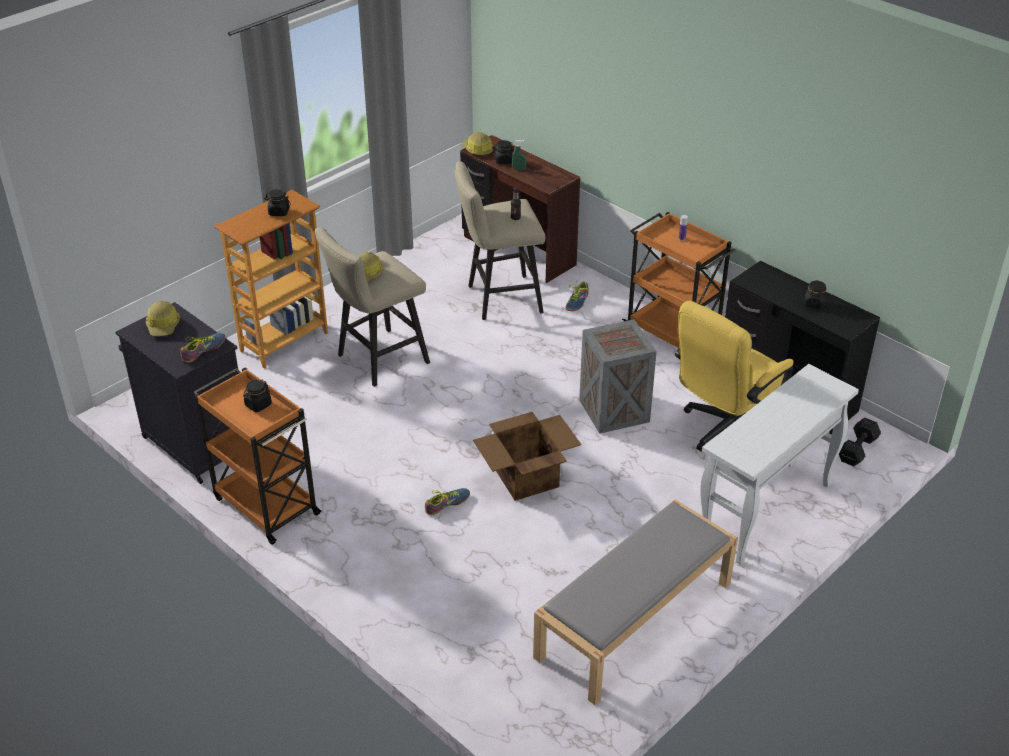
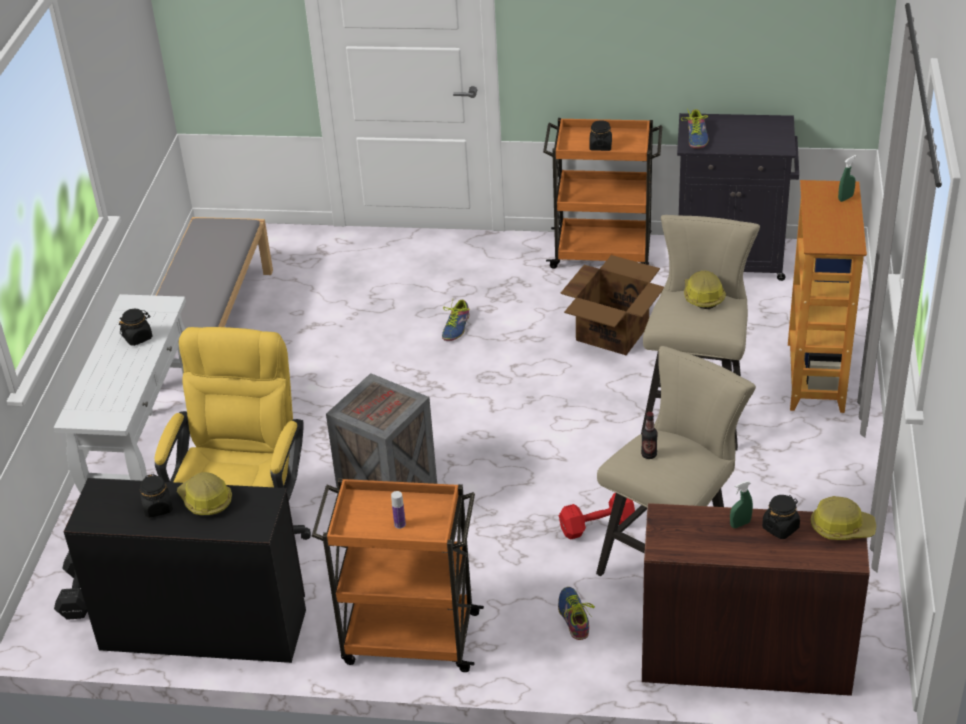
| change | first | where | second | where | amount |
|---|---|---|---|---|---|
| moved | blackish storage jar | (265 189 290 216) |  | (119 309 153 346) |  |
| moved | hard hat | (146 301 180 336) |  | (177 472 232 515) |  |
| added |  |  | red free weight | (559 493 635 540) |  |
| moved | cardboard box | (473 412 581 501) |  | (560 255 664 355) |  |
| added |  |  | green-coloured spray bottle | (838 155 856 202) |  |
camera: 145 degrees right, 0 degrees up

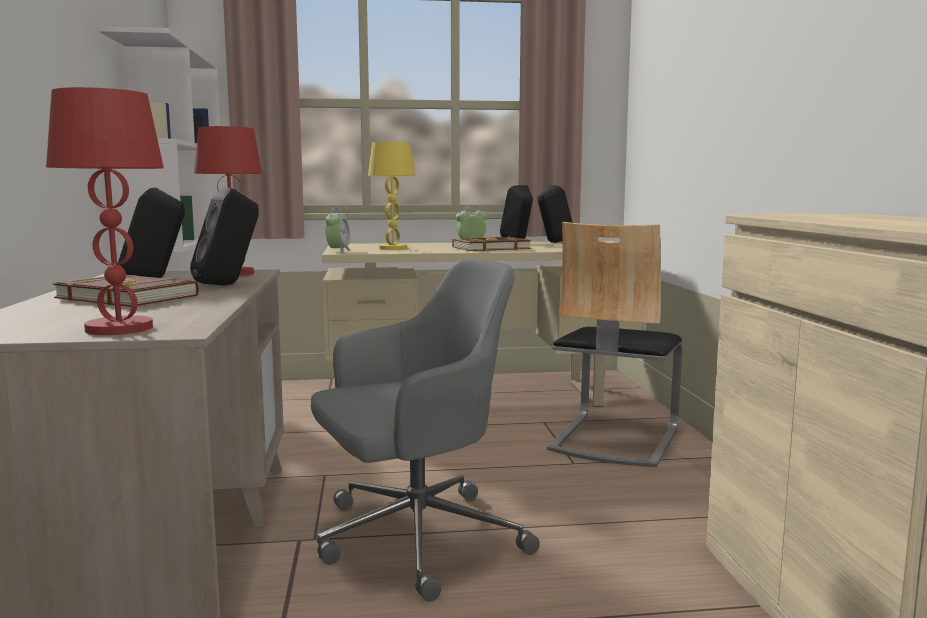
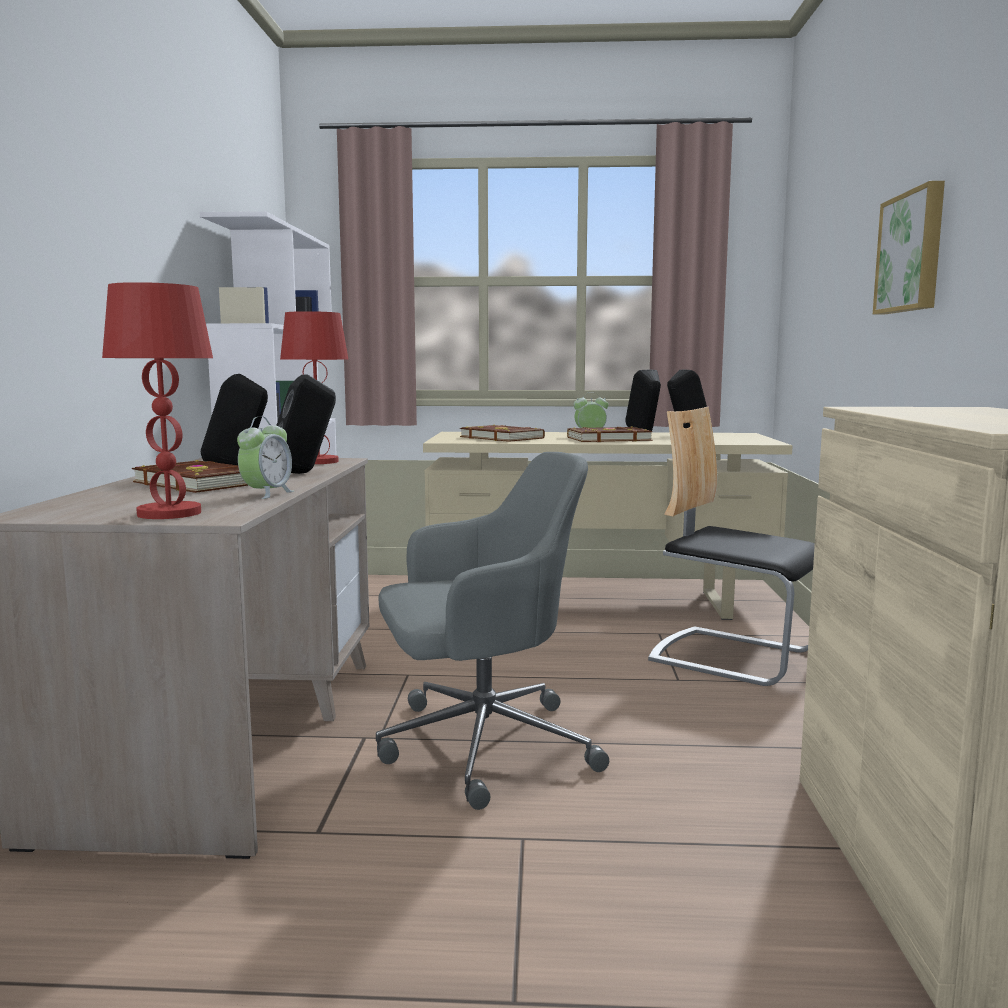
| change | first | where | second | where | amount |
|---|---|---|---|---|---|
| moved | alarm clock | (325 208 351 253) |  | (237 416 294 499) |  |
| replaced | yellow-coloured tabletop lamp | (368 142 415 250) | brownish volume | (460 425 545 442) |  |
| turned | plain chair | (547 222 682 467) |  | (648 407 815 686) | 90 degrees clockwise |
| added |  |  | wall art | (873 181 945 314) |  |
camera: 10 degrees right, 0 degrees up

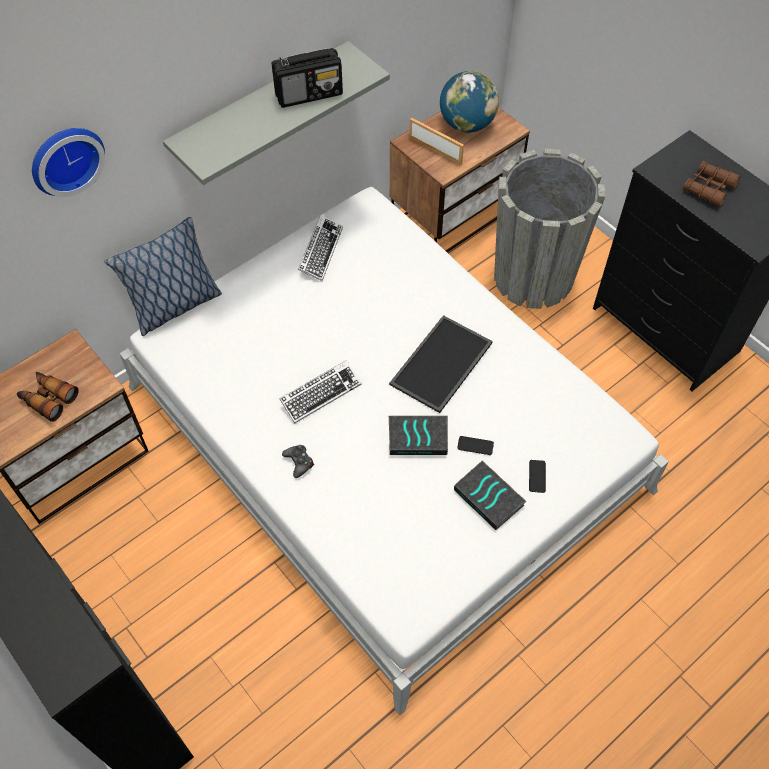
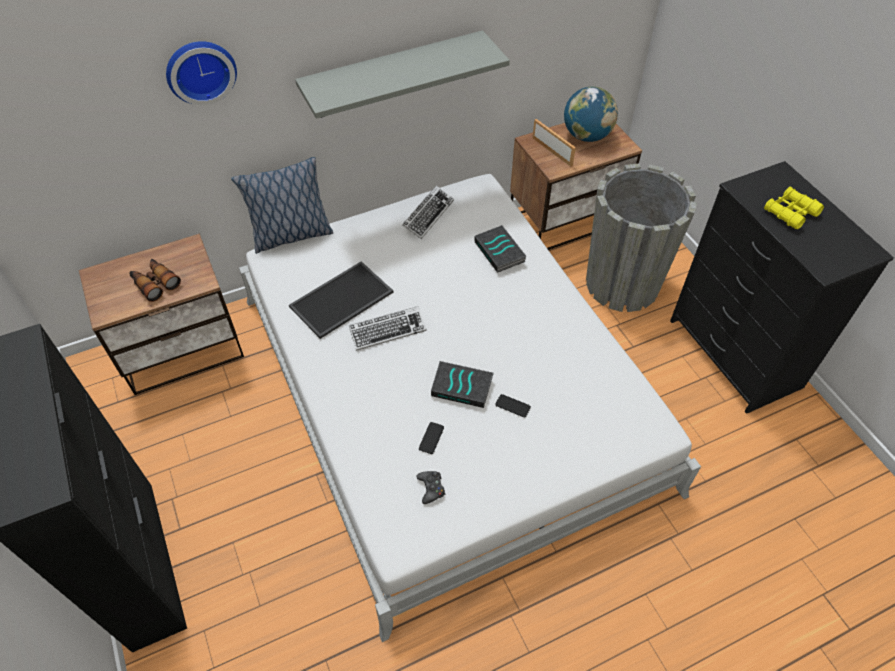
| change | first | where | second | where | amount |
|---|---|---|---|---|---|
| moved | serving tray | (389 315 493 413) |  | (289 261 393 339) |  |
| moved | blackish game controller | (282 445 314 478) |  | (416 471 445 504) |  |
| moved | phone | (529 460 546 493) |  | (419 422 444 454) |  |
| moved | volume | (454 461 527 530) |  | (475 225 526 273) |  |
| recoloured | brownish pair of binoculars | (683 161 741 206) | yellow-coloured pair of binoculars | (764 187 824 229) |  |
| removed | radio | (272 48 343 108) |  |  |  |
camera: 15 degrees right, 5 degrees down

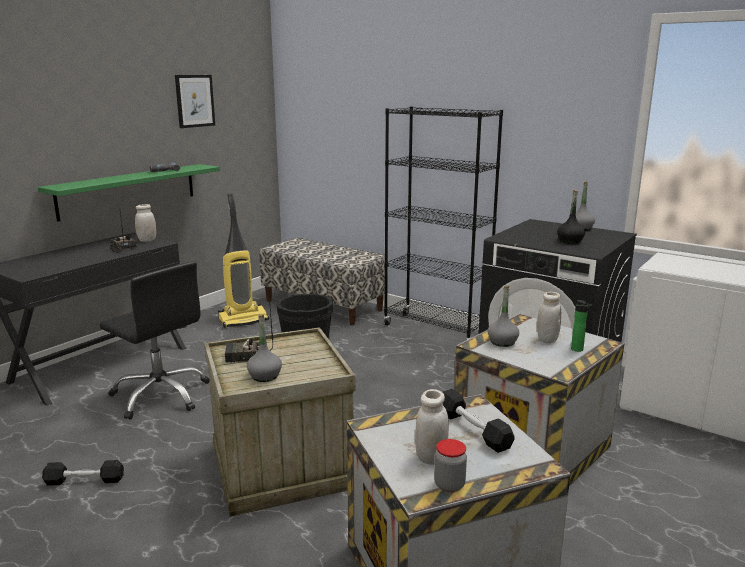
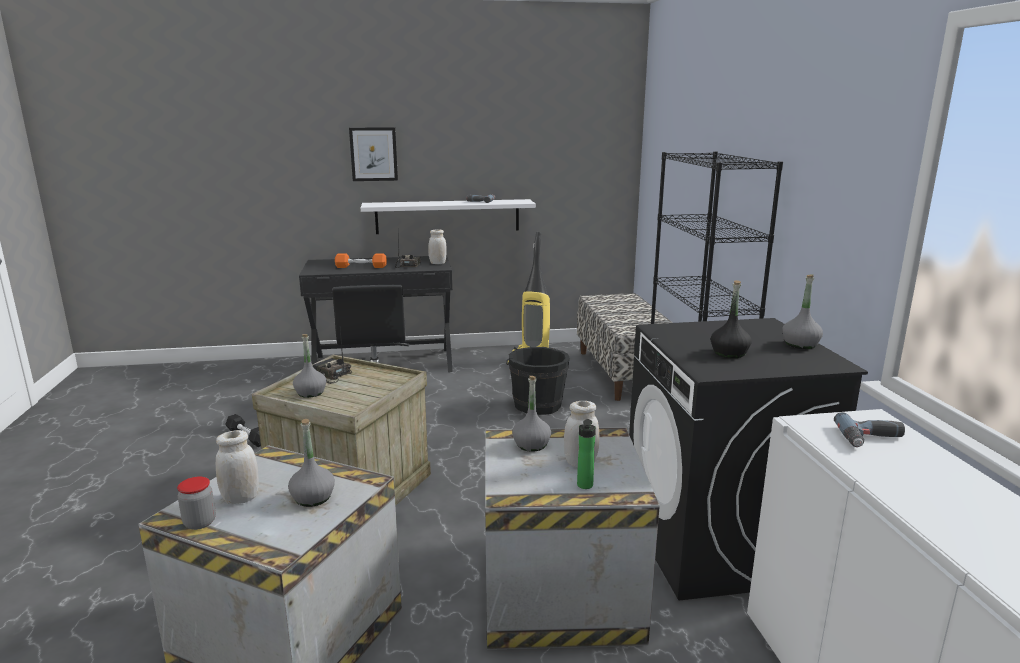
| change | first | where | second | where | amount |
|---|---|---|---|---|---|
| replaced | blackish free weight | (443 389 515 453) | gray bottle | (288 419 335 507) |  |
| added |  |  | orange free weight | (335 253 387 268) |  |
| moved | wall art | (175 75 215 128) |  | (349 127 398 181) |  |
| recoloured | green-coloured shelf | (38 164 220 222) | white shelf | (361 199 536 234) |  |
| added |  |  | electric drill | (834 412 905 447) |  |
camera: 45 degrees right, 0 degrees up

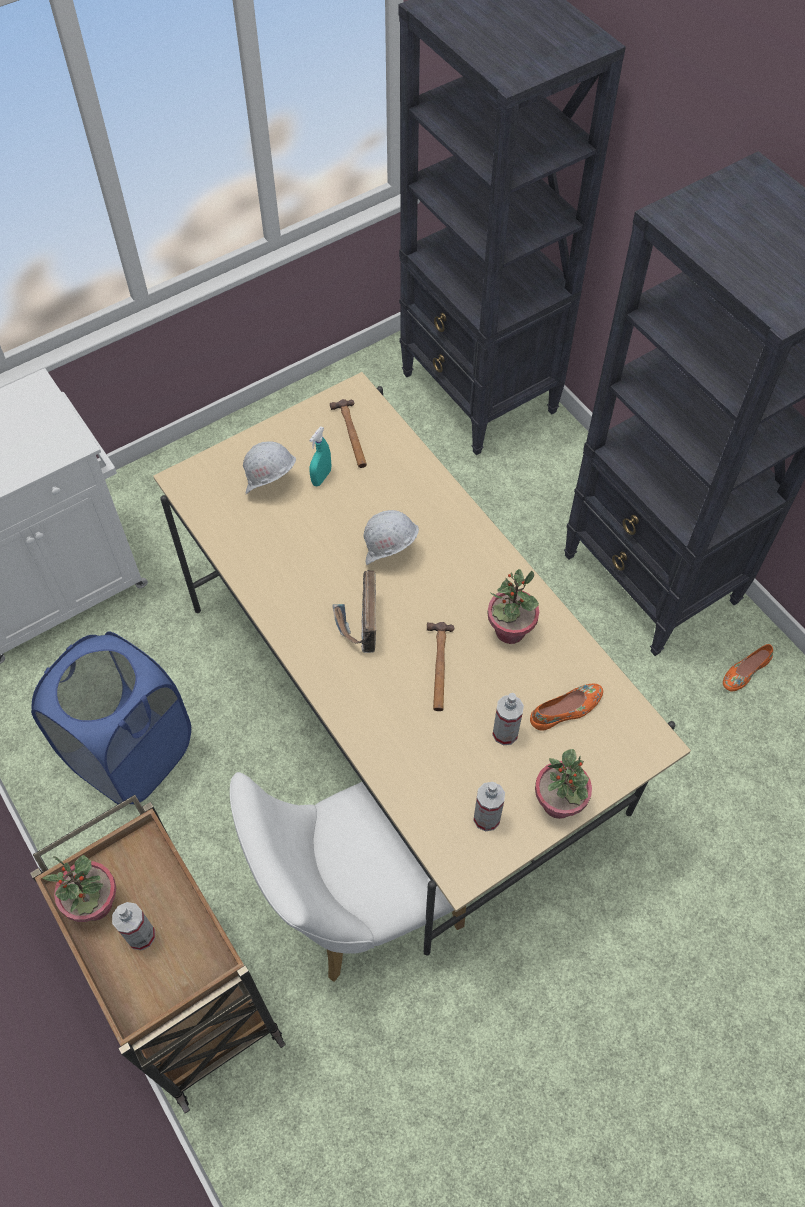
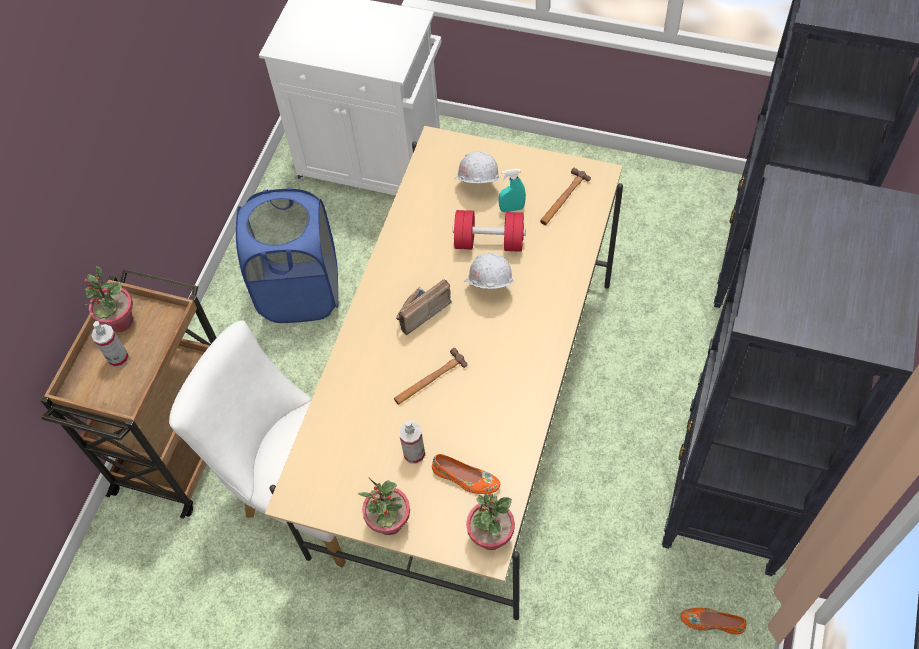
| change | first | where | second | where | amount |
|---|---|---|---|---|---|
| added |  |  | red free weight | (452 210 526 252) |  |
| moved | plant in a pot | (487 569 539 644) |  | (466 493 515 550) |  |
| removed | spray bottle | (473 782 505 832) |  |  |  |
camera: 55 degrees right, 0 degrees up

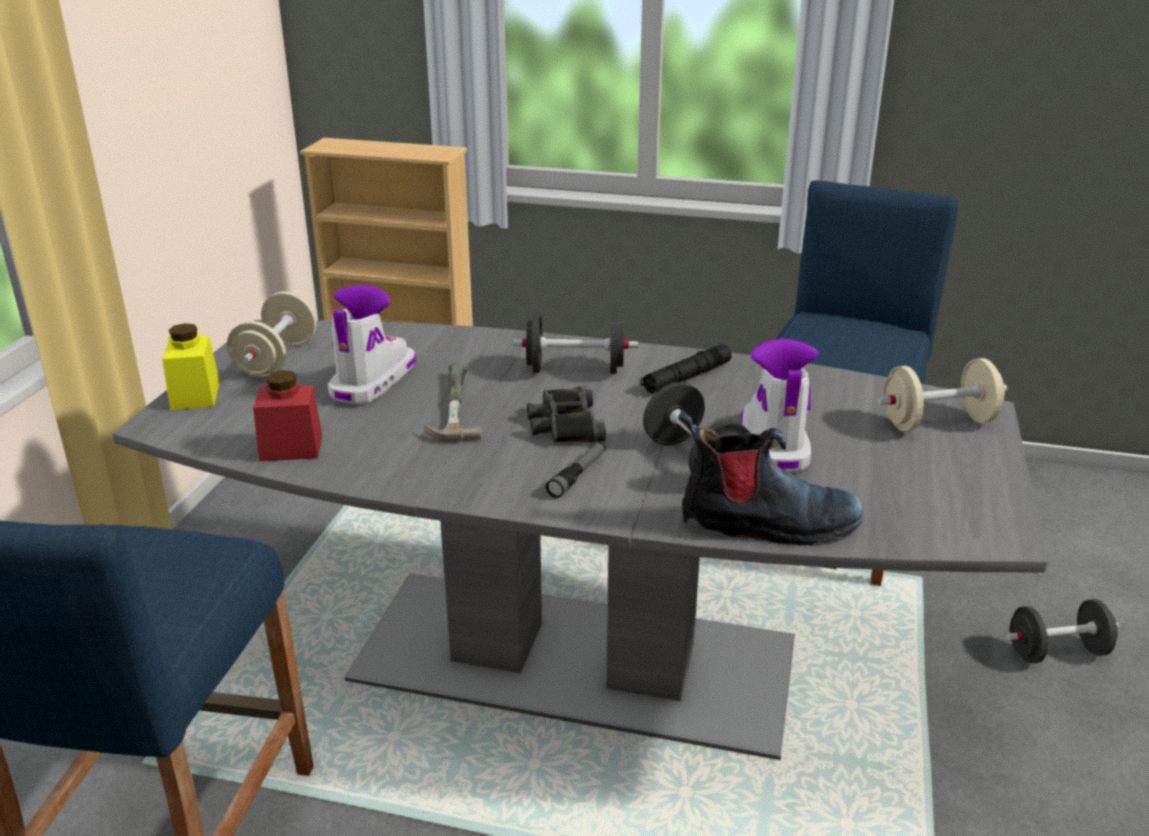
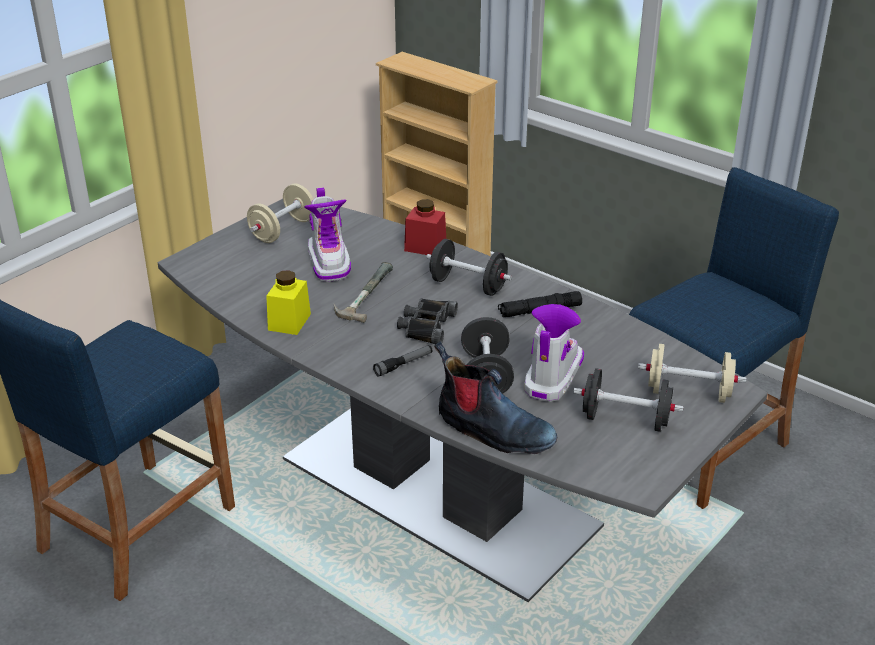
| change | first | where | second | where | amount |
|---|---|---|---|---|---|
| moved | yellow-coloured storage jar | (162 323 220 410) |  | (266 270 311 335) |  |
| turned | tall boot | (328 285 416 405) |  | (304 187 351 282) | 120 degrees clockwise |
| moved | red storage jar | (253 370 322 461) |  | (404 199 446 255) |  |
| moved | blackish free weight | (1007 599 1119 663) |  | (573 368 684 432) |  |
camera: 25 degrees right, 5 degrees up

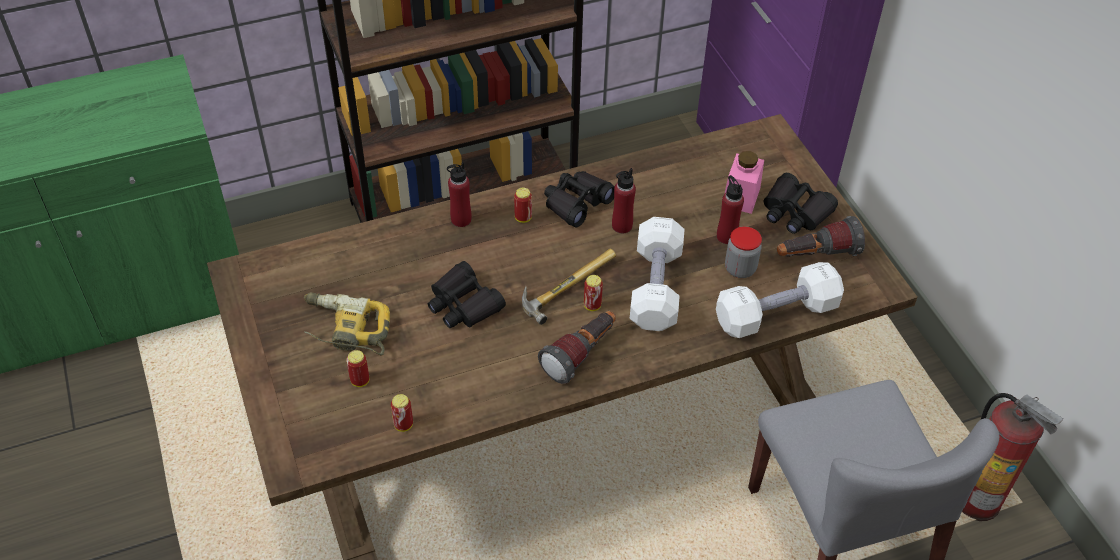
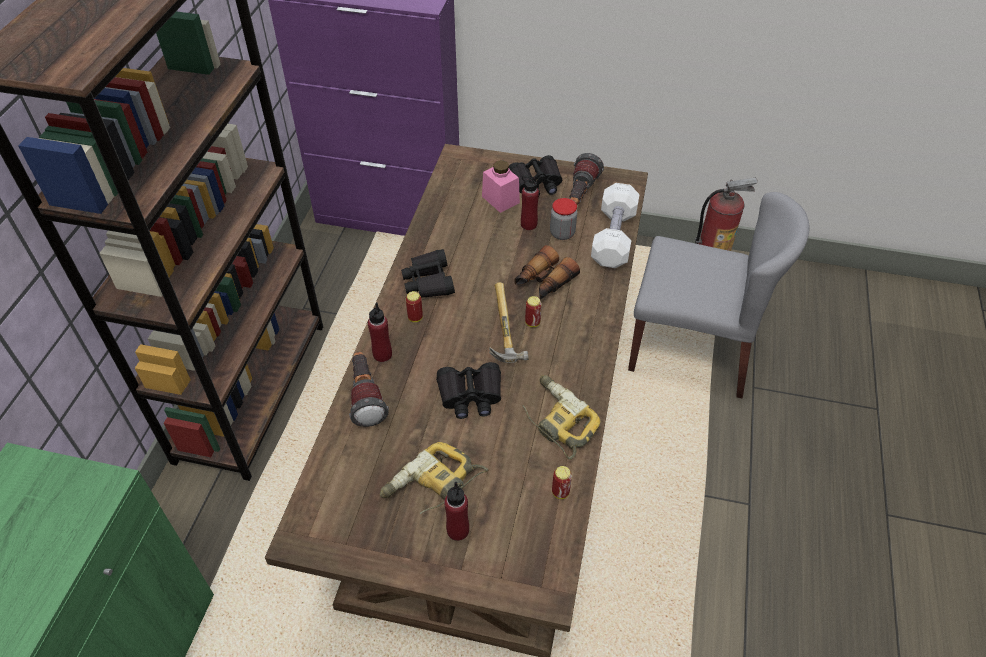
| change | first | where | second | where | amount |
|---|---|---|---|---|---|
| moved | flashlight | (538 311 616 384) |  | (349 352 389 427) |  |
| moved | red bottle | (612 168 636 233) |  | (444 482 469 541) |  |
| replaced | white free weight | (630 217 685 331) | pair of binoculars | (514 245 580 299) |  |
| added |  |  | electric drill | (523 375 601 460) |  |
| removed | can | (346 350 369 387) |  |  |  |
camera: 55 degrees left, 0 degrees up

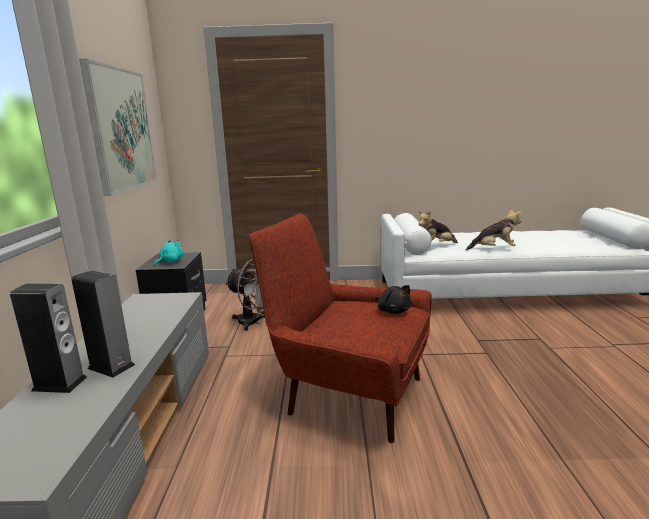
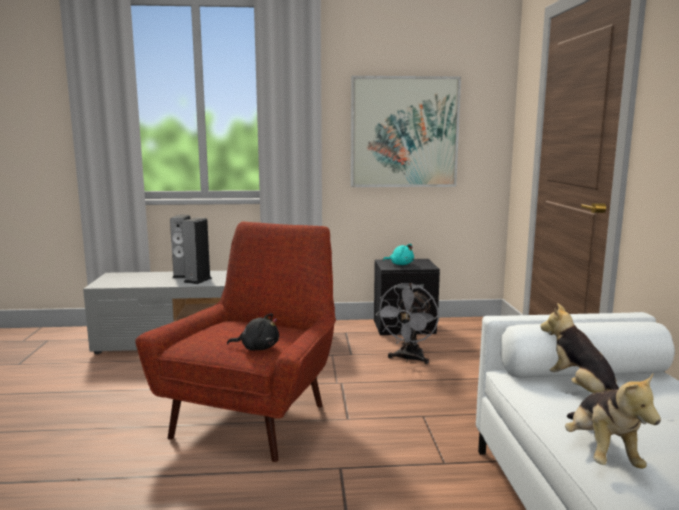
| change | first | where | second | where | amount |
|---|---|---|---|---|---|
| turned | blackish soft toy | (375 285 411 314) |  | (227 313 279 350) | 135 degrees counterclockwise |
camera: 85 degrees right, 5 degrees down

